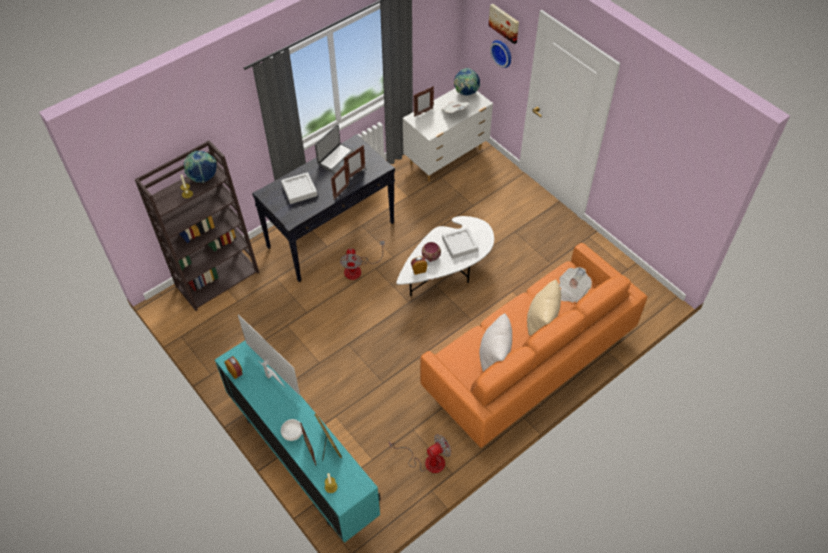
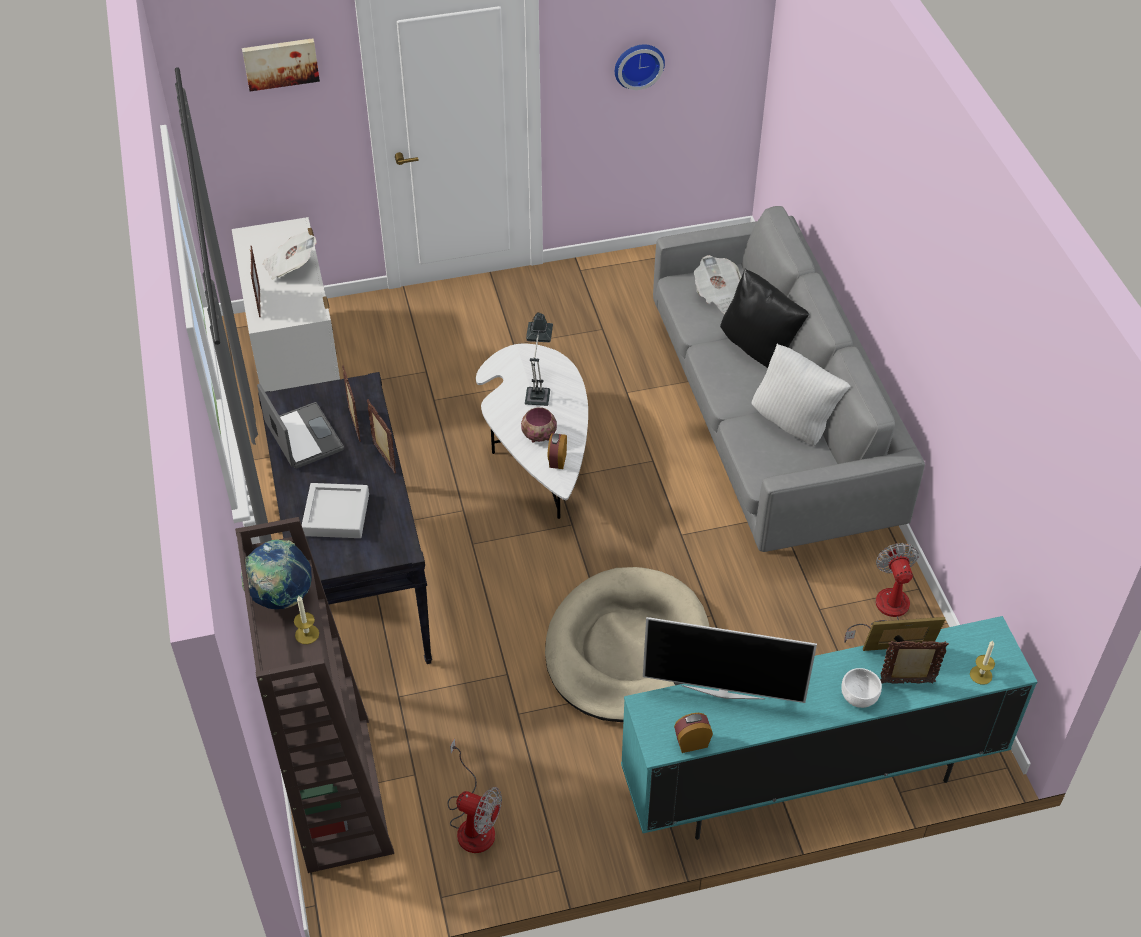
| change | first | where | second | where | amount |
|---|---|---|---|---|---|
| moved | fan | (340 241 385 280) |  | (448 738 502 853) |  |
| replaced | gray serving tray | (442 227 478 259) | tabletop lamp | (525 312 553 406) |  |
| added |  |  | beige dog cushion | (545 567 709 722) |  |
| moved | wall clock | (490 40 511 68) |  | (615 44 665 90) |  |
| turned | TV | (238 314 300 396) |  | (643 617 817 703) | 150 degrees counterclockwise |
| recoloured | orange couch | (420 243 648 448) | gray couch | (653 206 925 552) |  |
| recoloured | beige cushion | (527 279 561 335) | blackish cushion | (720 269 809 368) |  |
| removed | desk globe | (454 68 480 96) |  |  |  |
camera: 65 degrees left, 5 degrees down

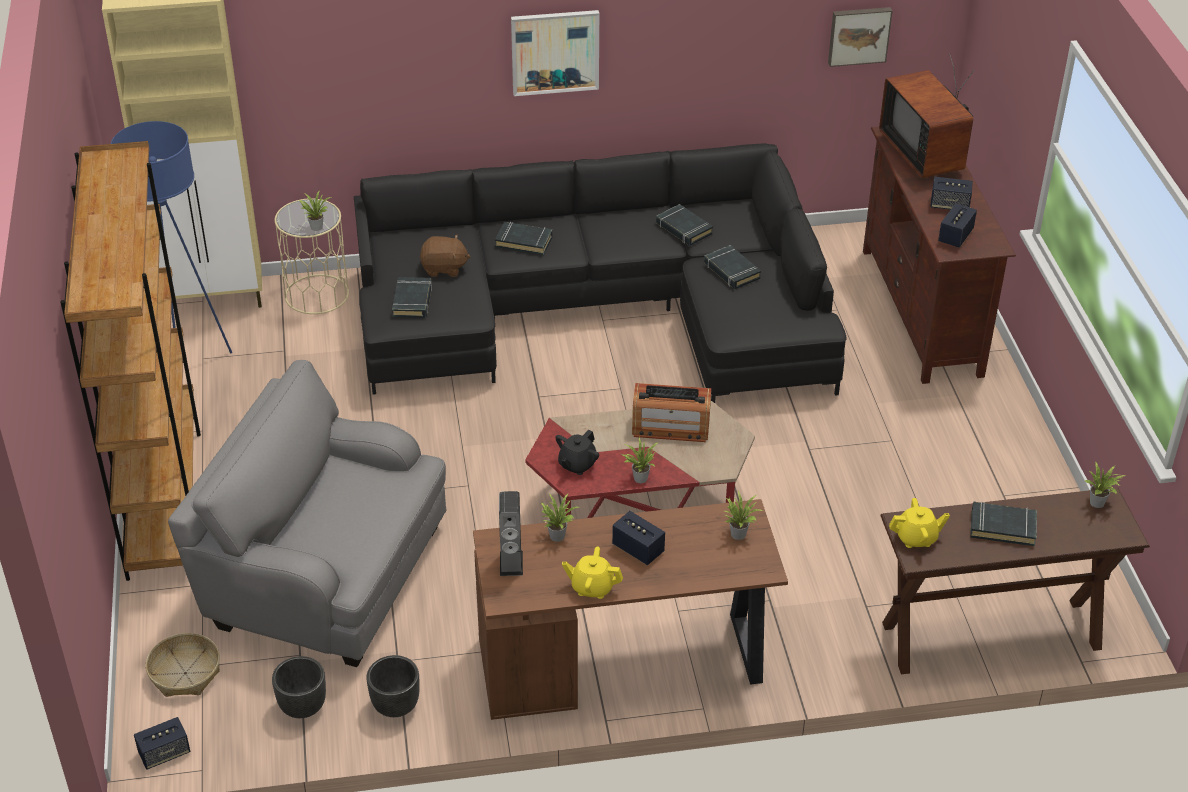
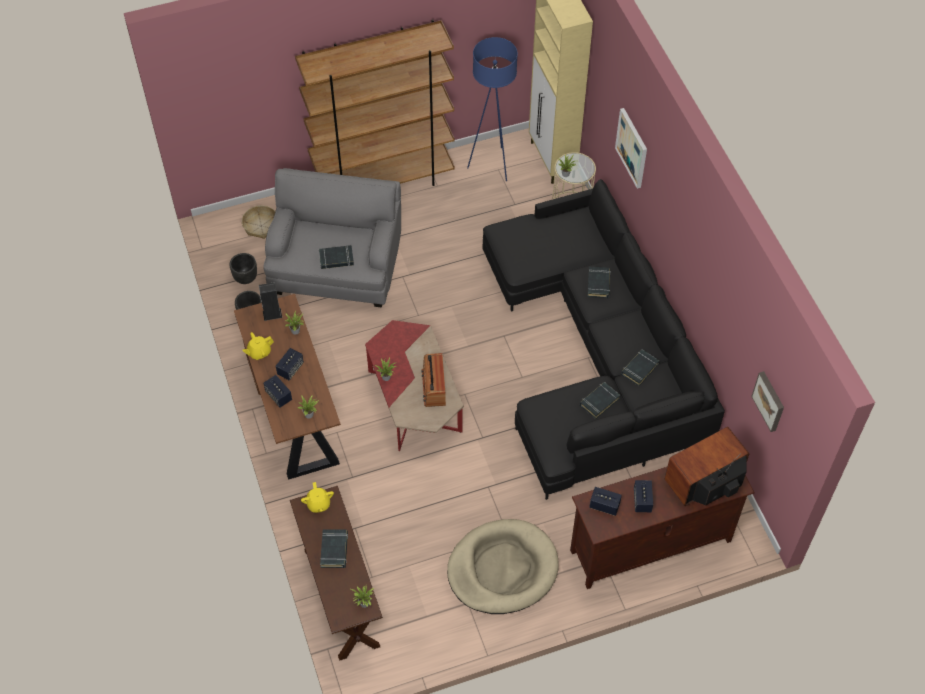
| change | first | where | second | where | amount |
|---|---|---|---|---|---|
| turned | yellow-coloured teapot | (562 546 623 599) |  | (242 332 274 360) | 120 degrees counterclockwise |
| moved | loudspeaker | (134 717 190 770) |  | (263 375 292 407) |  |
| moved | blackish volume | (392 277 432 318) |  | (319 245 354 269) |  |
| added |  |  | beige dog cushion | (447 519 559 614) |  |
| moved | wall art | (511 10 599 96) |  | (615 108 647 189) |  |
| removed | brownish soft toy | (419 235 471 277) |  |  |  |
| removed | blackish teapot | (555 430 599 475) |  |  |  |
camera: 80 degrees right, 15 degrees up

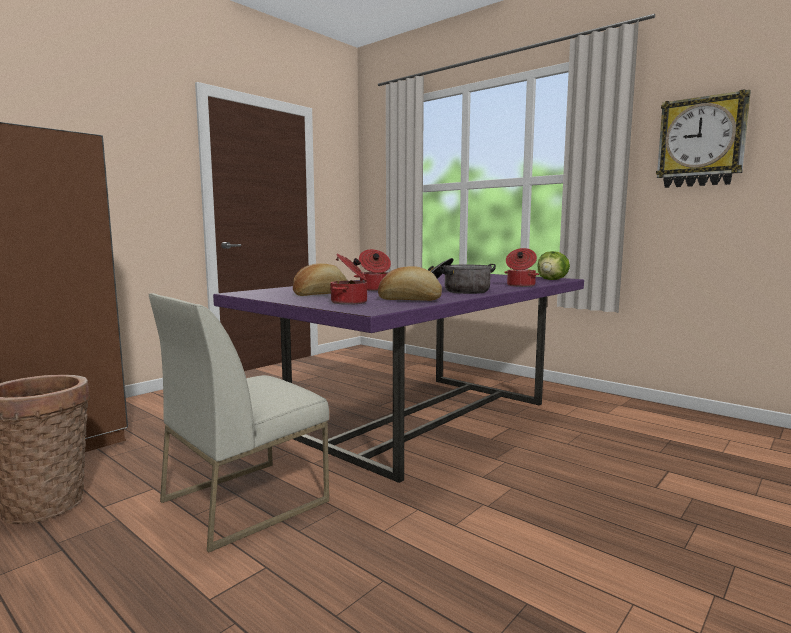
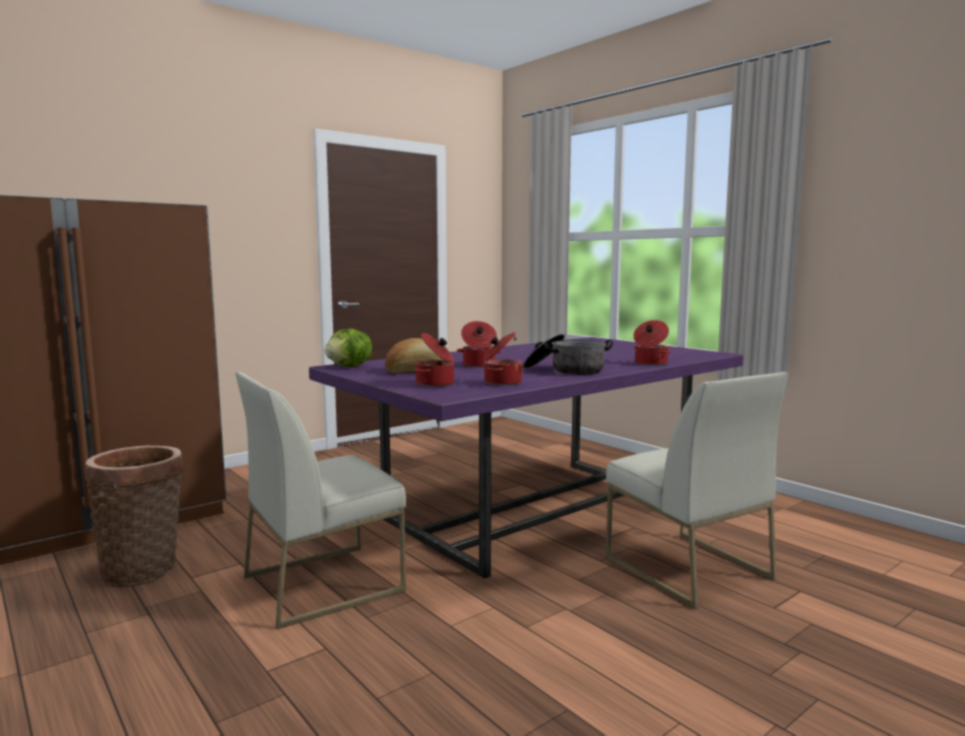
| change | first | where | second | where | amount |
|---|---|---|---|---|---|
| moved | lettuce head | (538 251 570 280) |  | (324 329 372 367) |  |
| replaced | bread | (378 266 442 301) | cooking pot | (484 332 523 386) |  |
| added |  |  | white plain chair | (606 372 788 609) |  |
| removed | wall clock | (656 89 751 188) |  |  |  |
camera: 10 degrees right, 0 degrees up

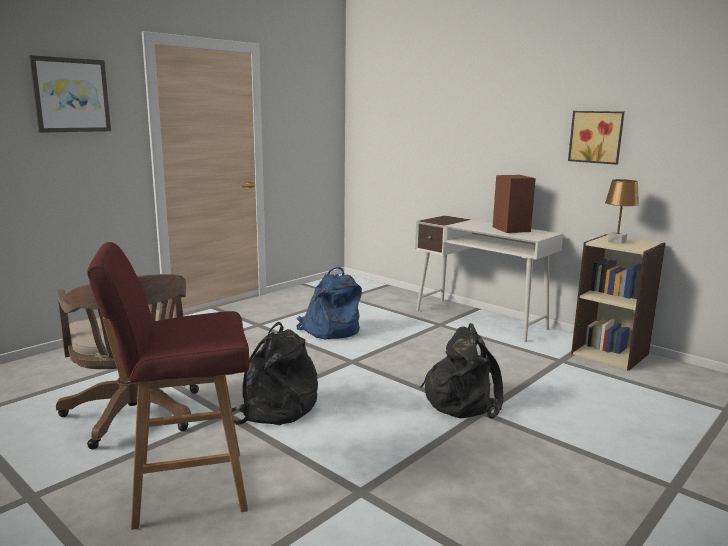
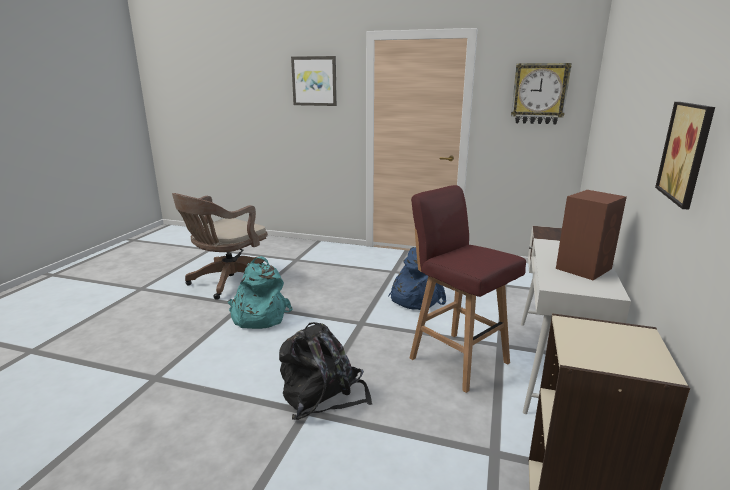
| change | first | where | second | where | amount |
|---|---|---|---|---|---|
| recoloured | blackish backpack | (219 322 318 425) | turquoise backpack | (227 256 293 329) |  |
| moved | red stool seat | (87 242 250 530) |  | (410 185 526 393) |  |
| added |  |  | wall clock | (511 63 572 124) |  |
| removed | brownish tabletop lamp | (605 179 639 244) |  |  |  |
camera: 65 degrees right, 5 degrees up

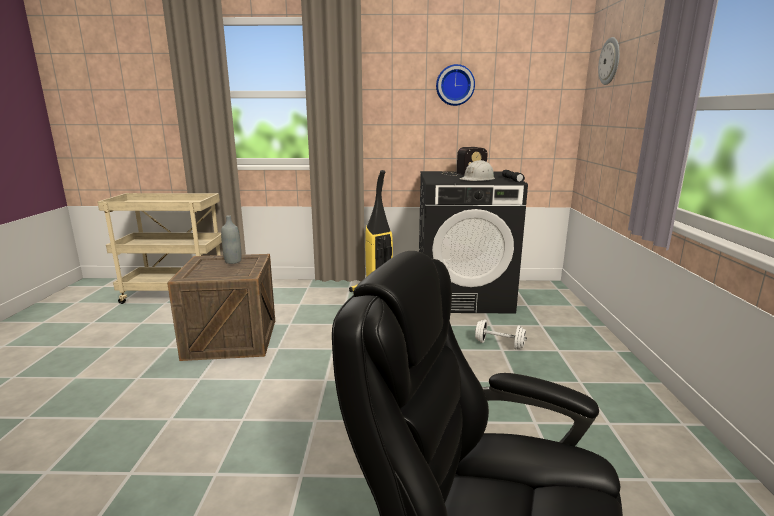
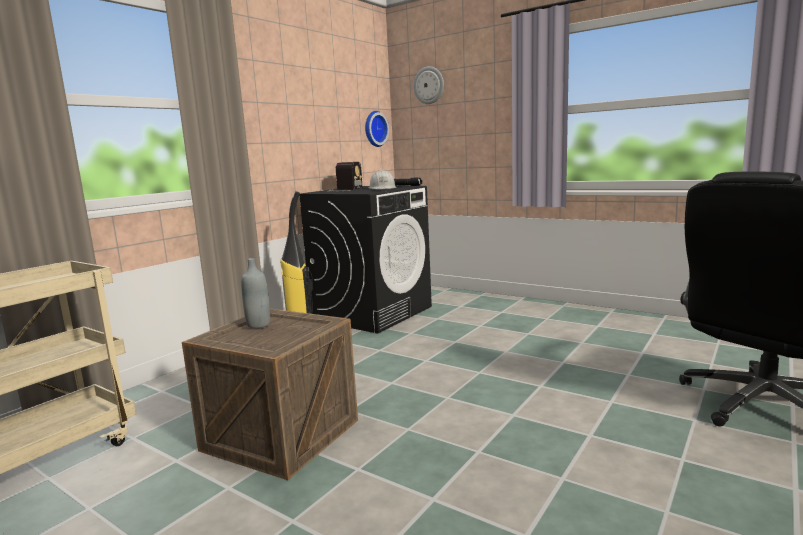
| change | first | where | second | where | amount |
|---|---|---|---|---|---|
| moved | wall clock | (436 64 475 106) |  | (365 111 389 147) |  |
| removed | white free weight | (475 320 527 350) |  |  |  |
camera: 55 degrees left, 5 degrees down

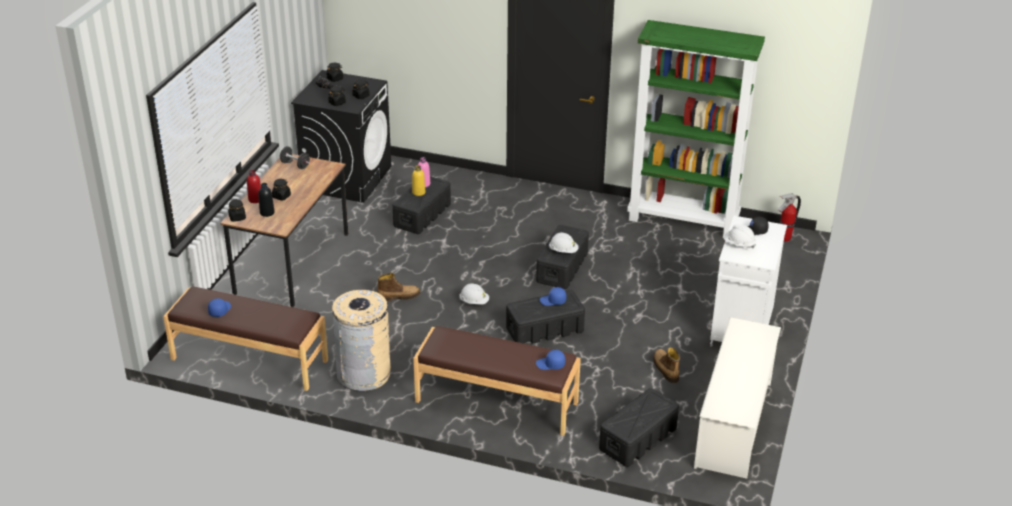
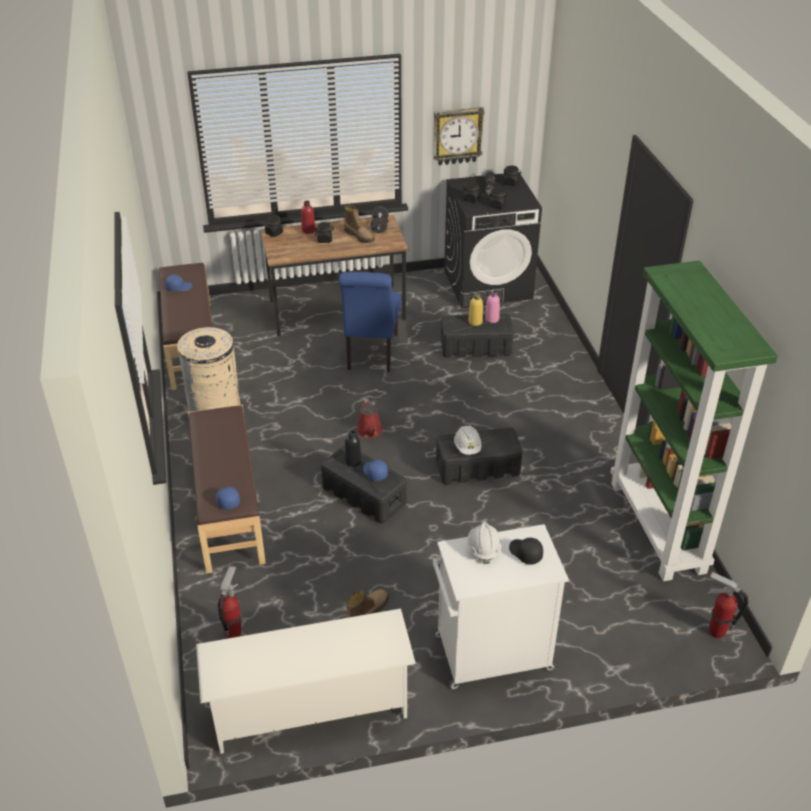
| change | first | where | second | where | amount |
|---|---|---|---|---|---|
| replaced | blackish storage container | (599 388 679 467) | fire-fighting cylinder | (218 566 242 638) |  |
| added |  |  | blue-coloured plain chair | (339 272 401 372) |  |
| moved | tall boot | (377 273 421 302) |  | (344 206 375 243) |  |
| moved | blackish bottle | (258 183 275 217) |  | (345 430 362 467) |  |
| replaced | white hard hat | (459 283 489 305) | red sprinkling can | (357 399 382 439) |  |
| added |  |  | wall clock | (433 107 485 165) |  |
camera: 60 degrees right, 5 degrees up

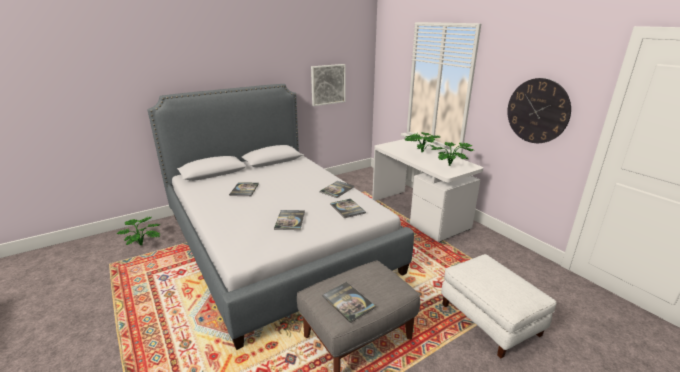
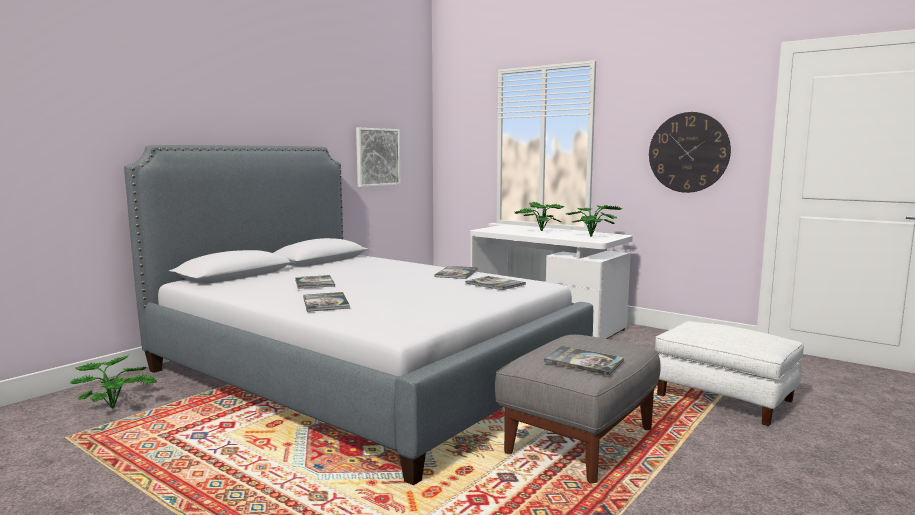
| change | first | where | second | where | amount |
|---|---|---|---|---|---|
| moved | volume | (274 210 305 230) |  | (303 292 350 312) |  |
camera: 20 degrees left, 15 degrees down

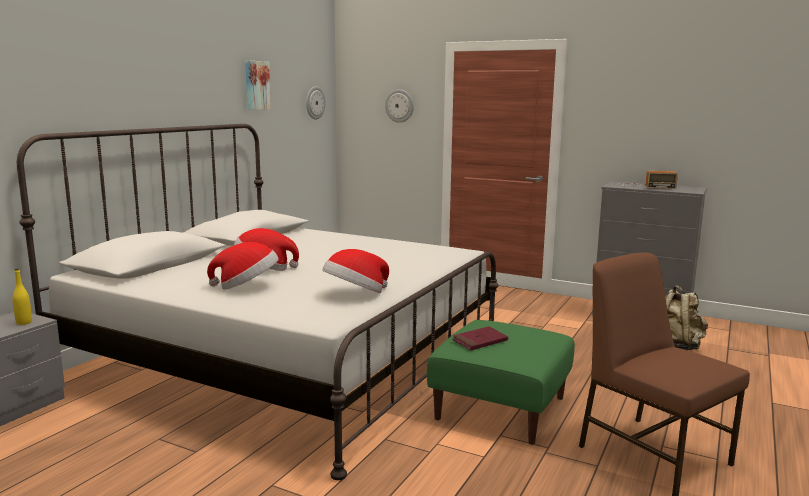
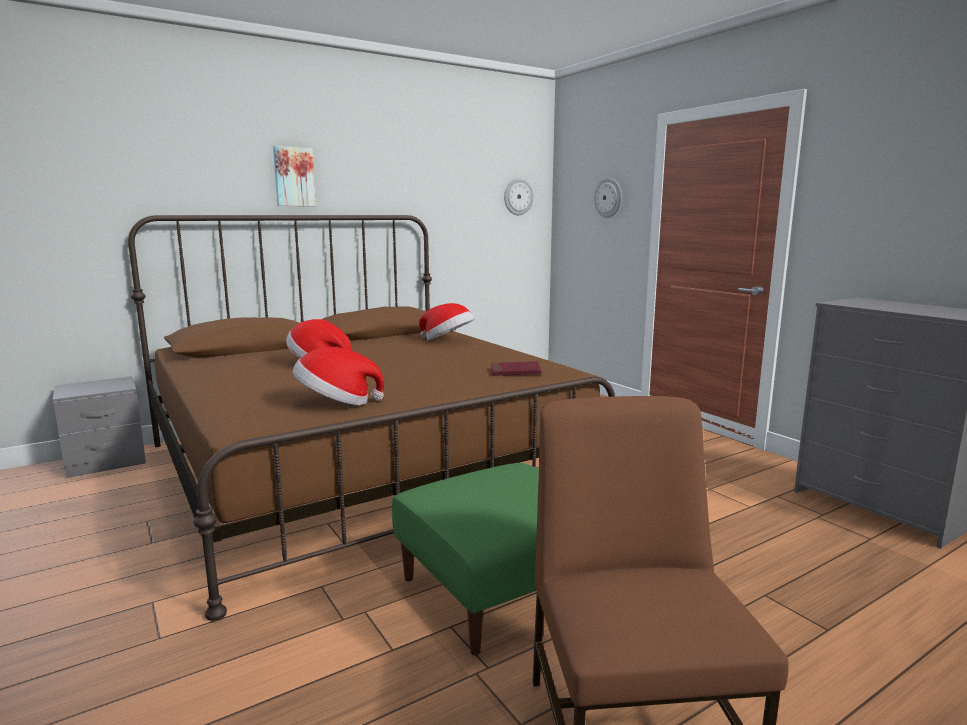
| change | first | where | second | where | amount |
|---|---|---|---|---|---|
| recoloured | white bed | (17 124 499 480) | brownish bed | (128 215 615 621) |  |
| moved | wall art | (245 60 271 110) |  | (273 146 316 206) |  |
| moved | clothing hat | (207 242 278 290) |  | (419 303 474 340) |  |
| moved | red volume | (452 326 508 350) |  | (491 361 541 376) |  |
| removed | yellow-coloured bottle | (13 268 32 325) |  |  |  |
| removed | radio | (618 171 678 189) |  |  |  |
| removed | beige backpack | (665 285 708 350) |  |  |  |
camera: 30 degrees right, 0 degrees up

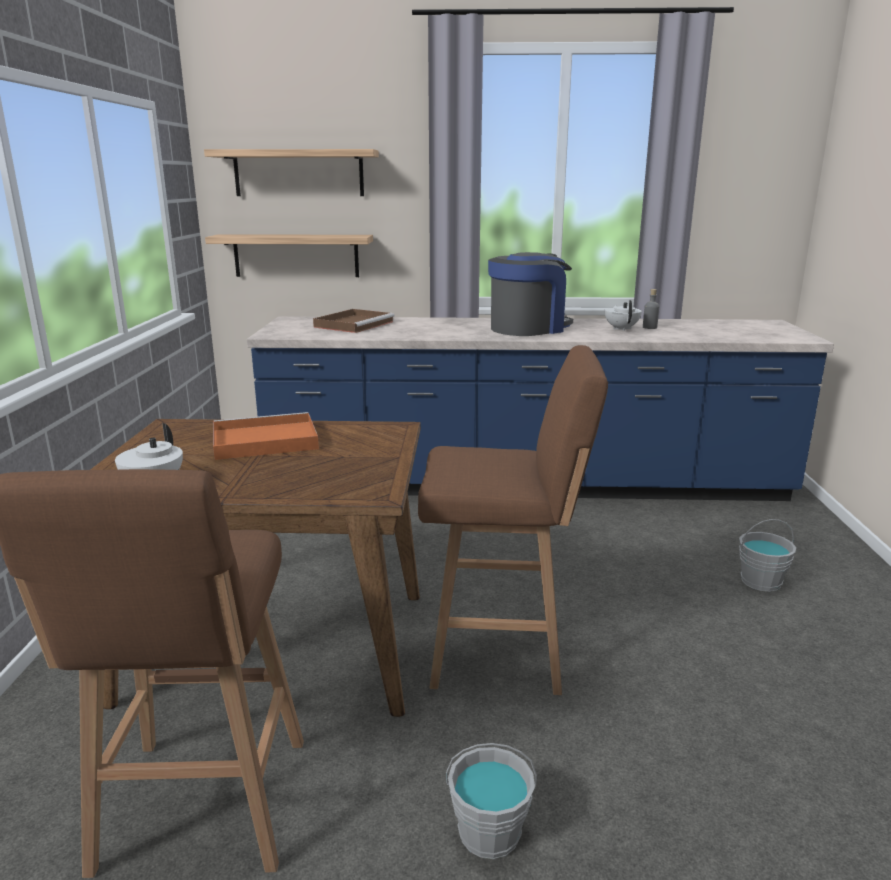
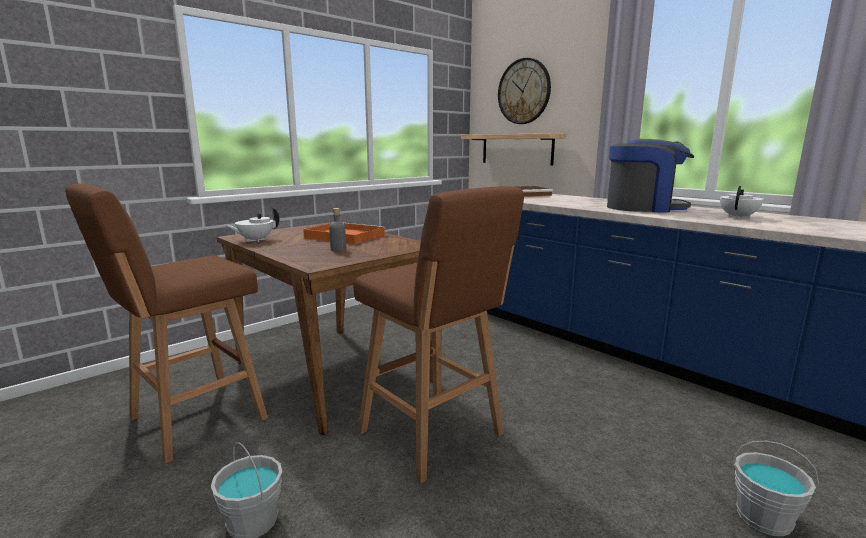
| change | first | where | second | where | amount |
|---|---|---|---|---|---|
| moved | gray bottle | (643 289 659 329) |  | (329 208 346 251) |  |
| replaced | shelf | (204 149 379 196) | wall clock | (498 58 551 124) |  |
camera: 45 degrees right, 5 degrees down

